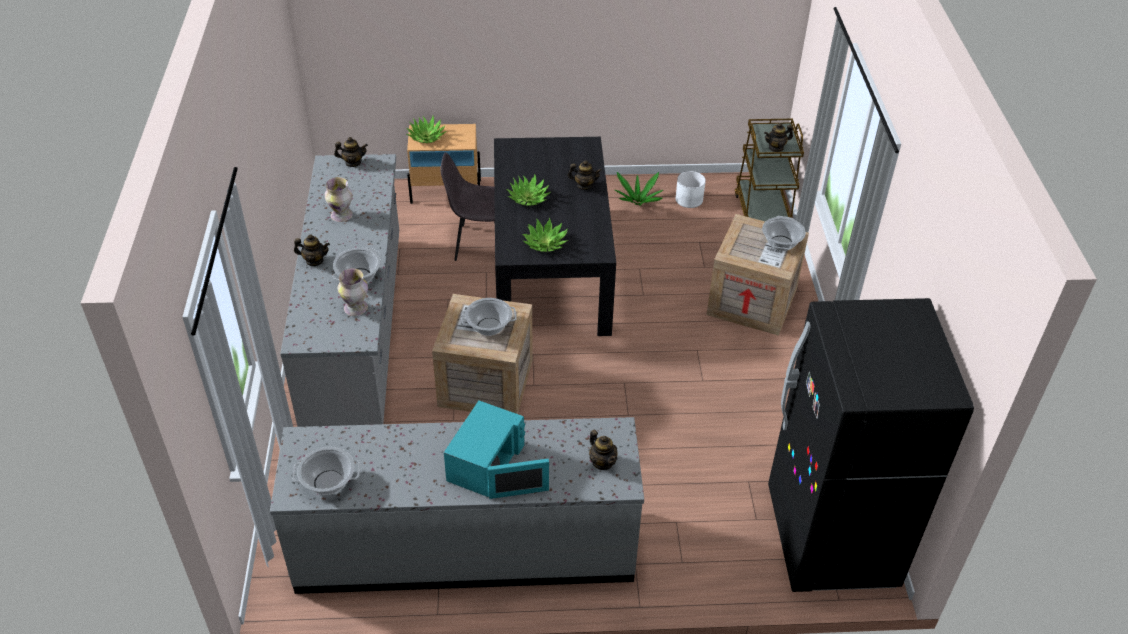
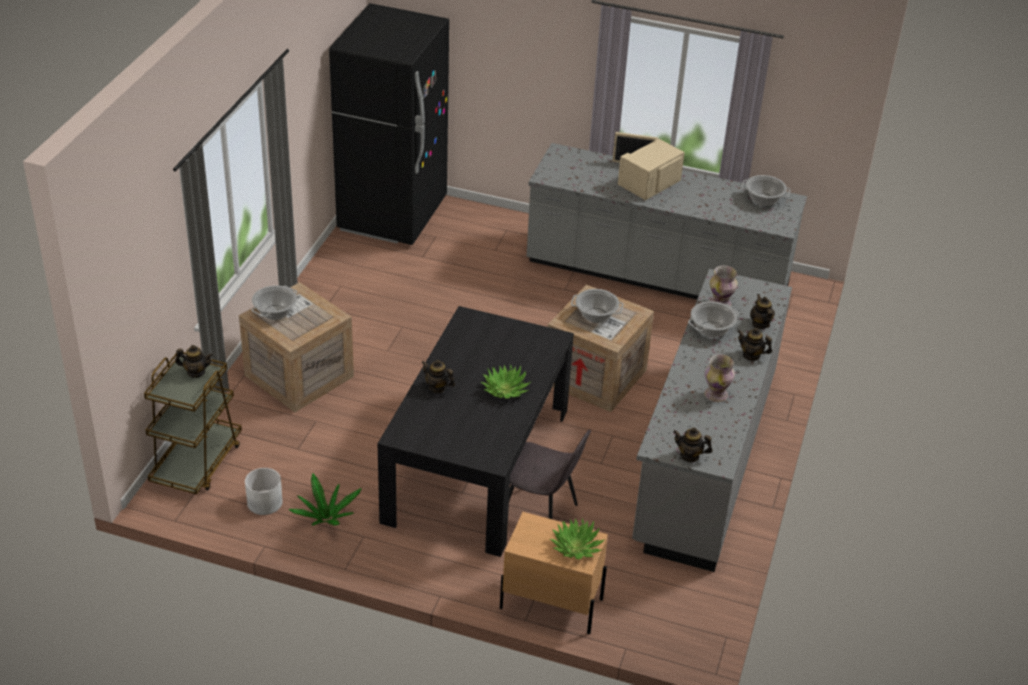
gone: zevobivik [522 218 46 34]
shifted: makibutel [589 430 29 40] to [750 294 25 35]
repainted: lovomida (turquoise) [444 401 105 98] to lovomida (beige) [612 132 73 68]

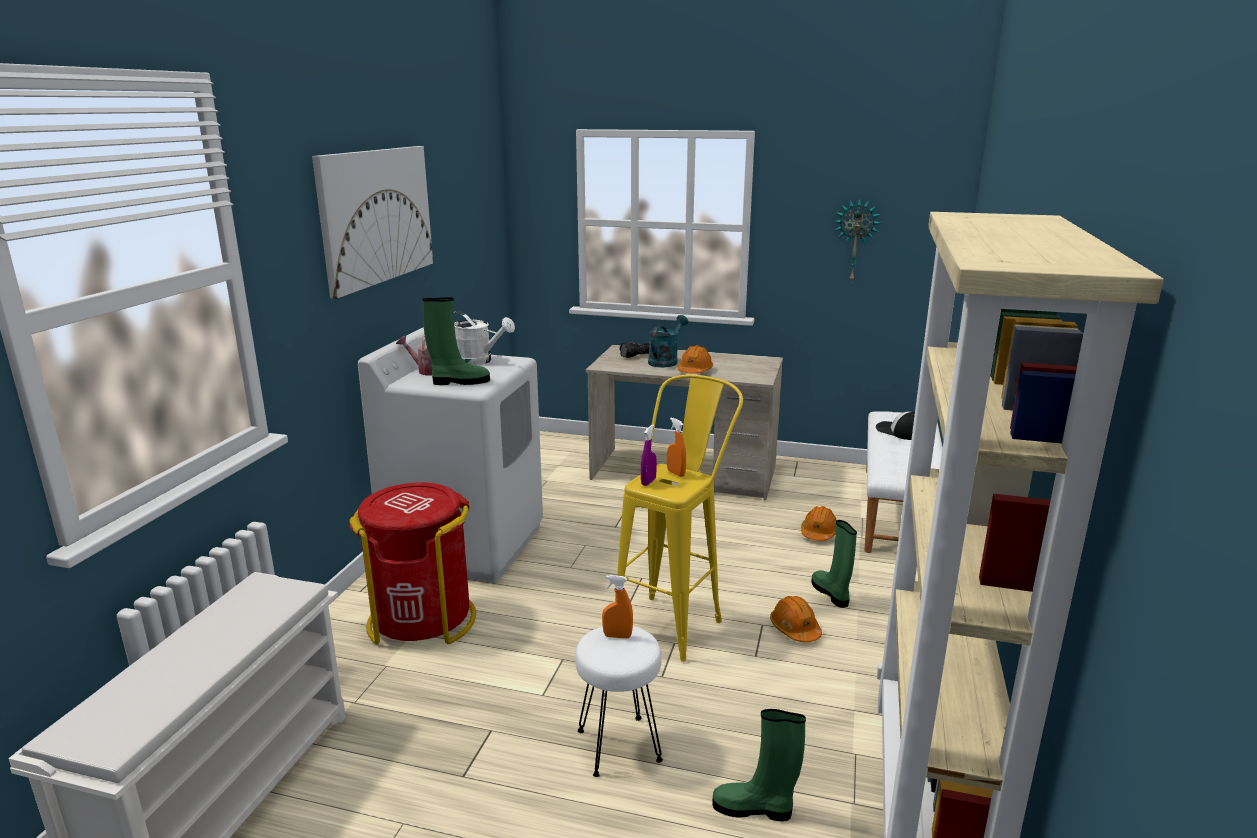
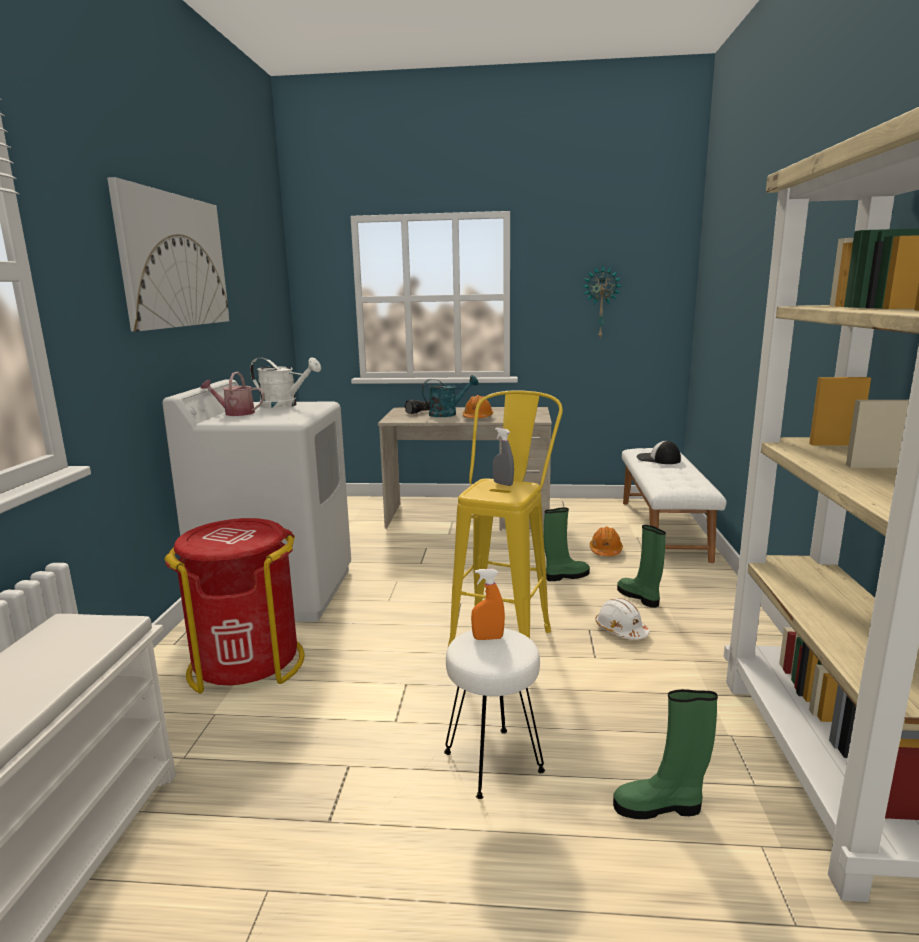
gone: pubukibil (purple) [641 424 16 62]
shifted: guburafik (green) [422 297 68 88] to [544 507 46 74]
repainted: pubukibil (orange) [667 417 19 60] to pubukibil (grey) [493 428 21 58]; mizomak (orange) [770 596 52 46] to mizomak (white) [595 598 55 42]
rotated: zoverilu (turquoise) [648 315 40 53] = [422 375 57 42] 45 degrees clockwise

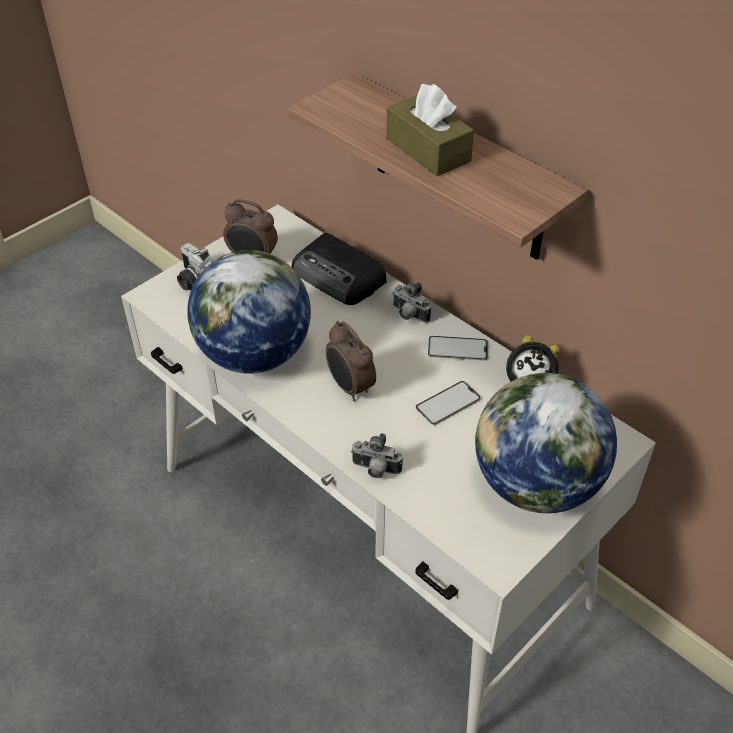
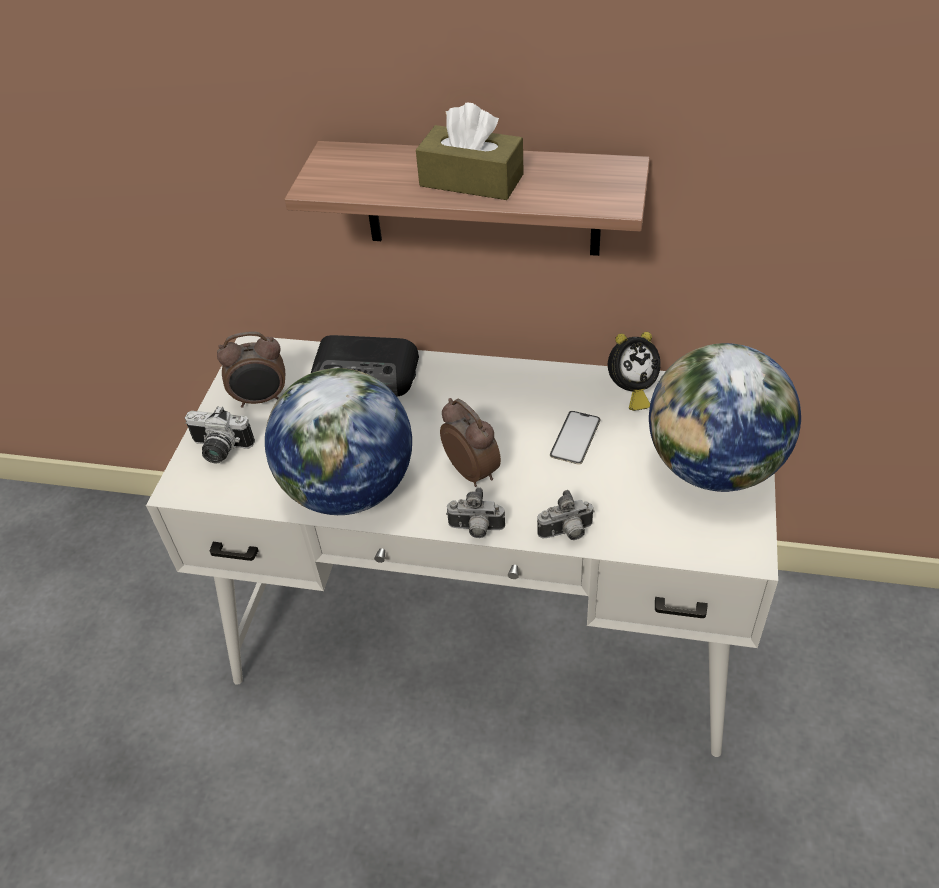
gone: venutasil [428 336 59 25]
shifted: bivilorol [393 282 38 41] to [446 487 59 51]
rotated: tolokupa [326 321 50 80] = [440 398 61 89] 150 degrees counterclockwise

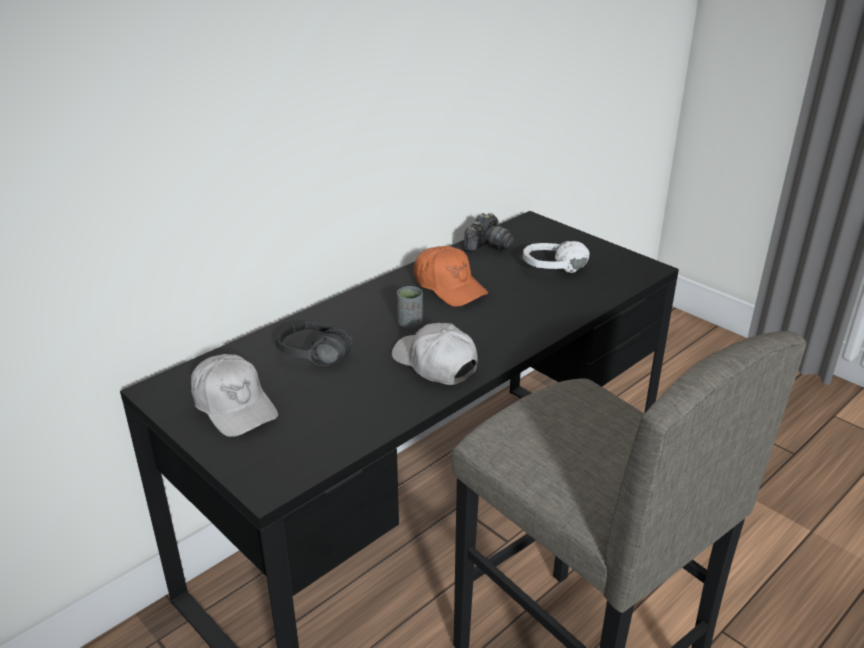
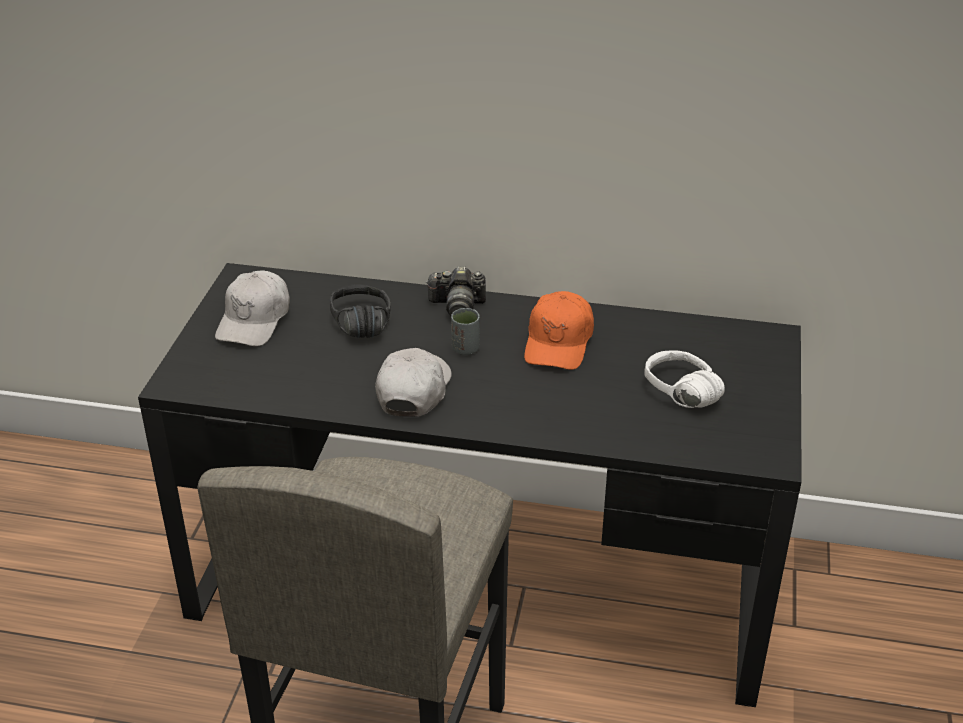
shifted: bivilorol [463 213 51 39] to [426 266 60 50]

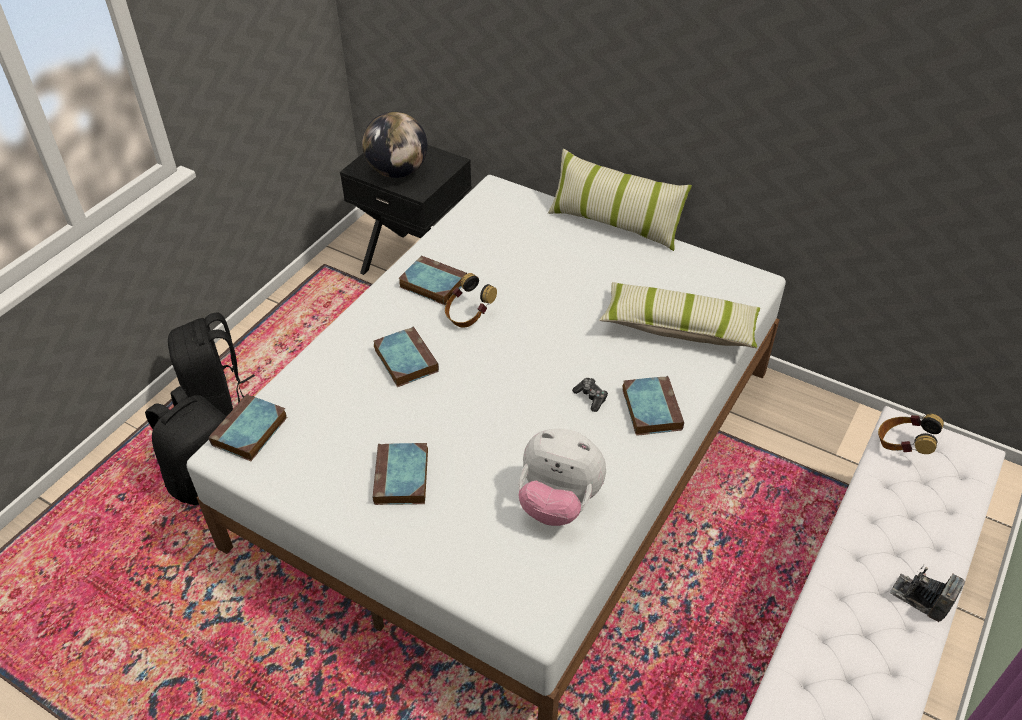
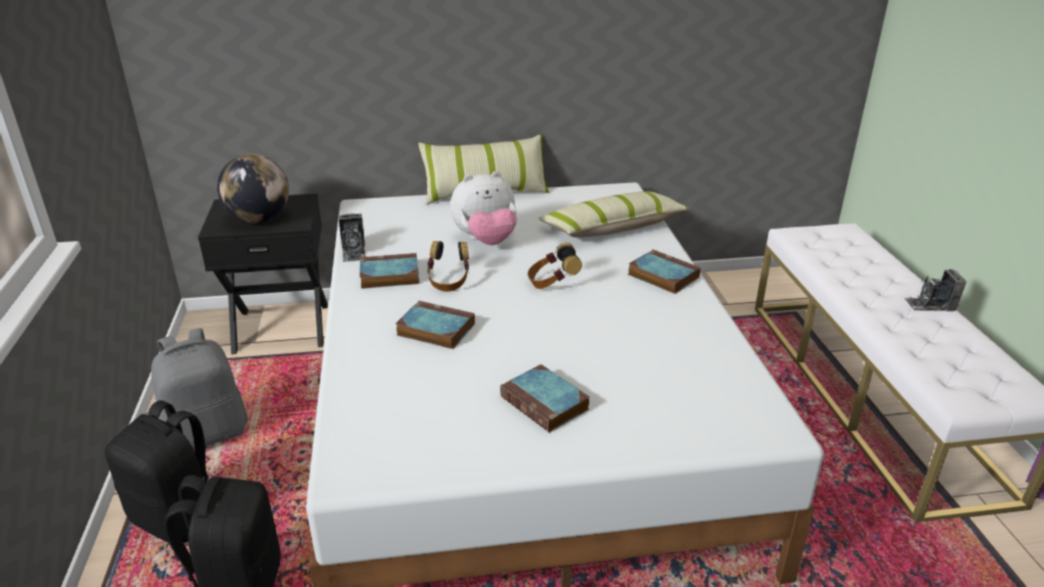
gone: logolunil [208 394 79 67]; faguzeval [572 378 36 34]
new: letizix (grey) [151 328 97 122]; bivilorol [339 213 27 49]
shifted: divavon [518 428 88 98] to [450 171 67 74]; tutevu [878 414 66 40] to [527 243 55 46]

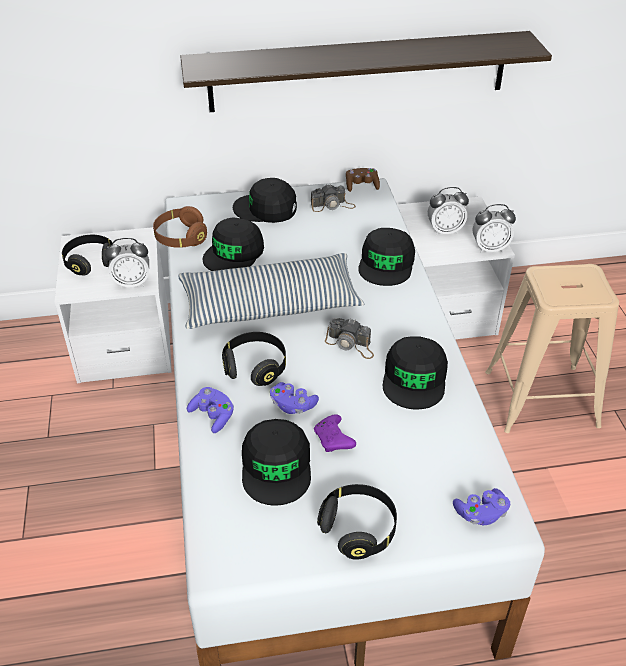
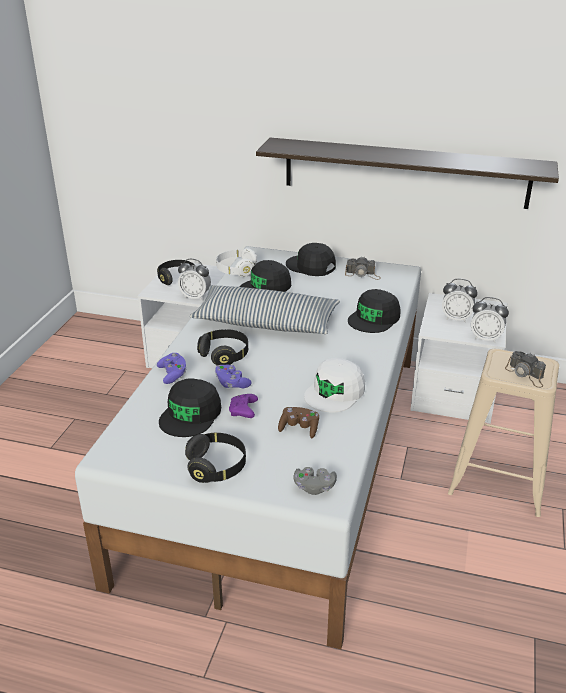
shifted: bivilorol [325 318 49 41] to [505 351 41 37]; faguzeval (brown) [346 168 34 24] to [278 407 41 31]
repainted: tutevu (brown) [153 206 54 42] to tutevu (white) [216 248 41 29]; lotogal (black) [383 336 65 73] to lotogal (white) [304 358 61 55]; faguzeval (purple) [453 488 57 37] to faguzeval (grey) [293 467 44 28]

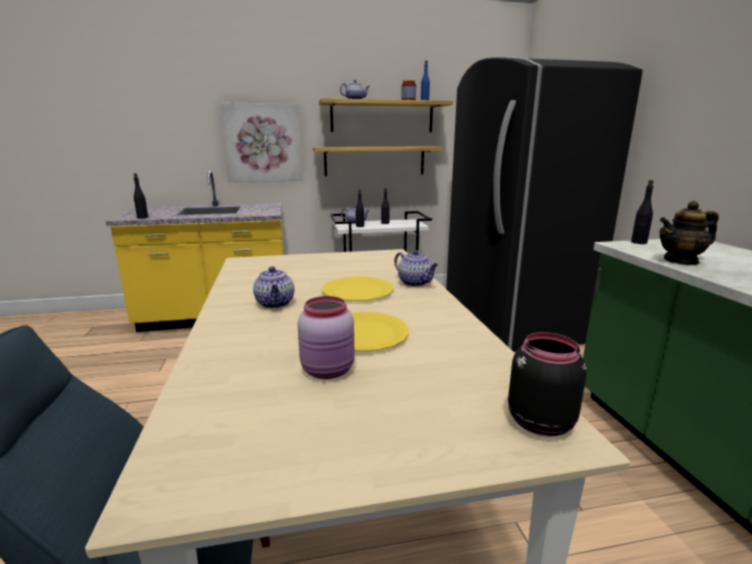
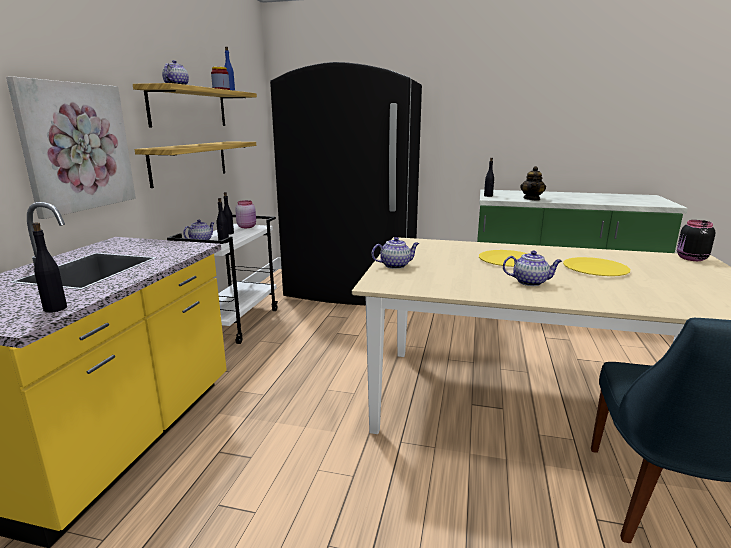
shifted: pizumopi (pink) [298 296 56 83] to [235 200 21 28]; makibutel [394 250 44 37] to [372 237 47 32]

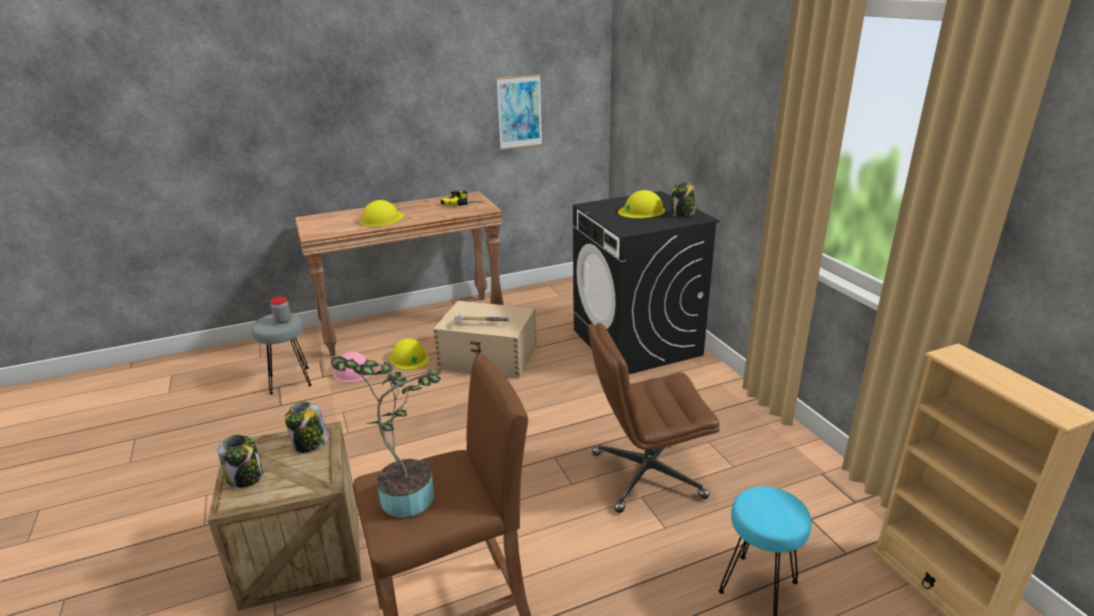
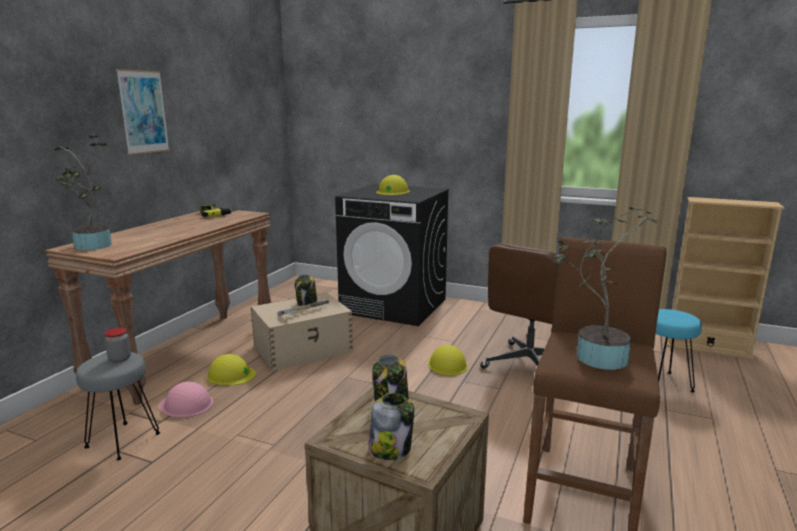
new: zevobivik [53 136 59 114]
shifted: mizomak (yellow) [360 200 44 27] to [428 345 40 31]; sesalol [496 75 46 75] to [116 69 54 86]; pizumopi [671 182 24 35] to [295 274 22 32]

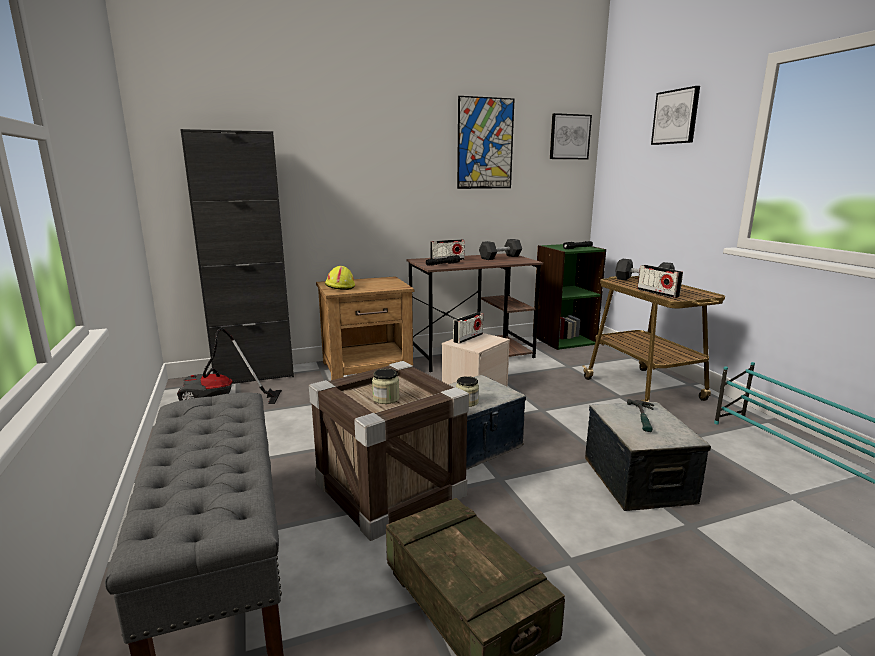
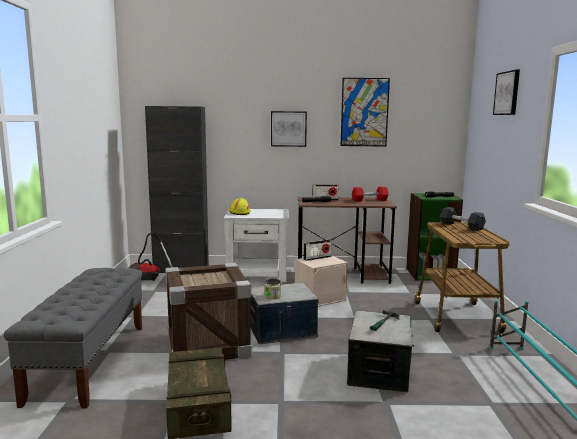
gone: pizumopi [372 368 27 36]; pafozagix [637 265 46 33]
shifted: sesalol [550 113 42 46] to [271 111 36 36]
repainted: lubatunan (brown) [316 276 99 104] to lubatunan (white) [224 209 65 73]; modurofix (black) [479 239 43 21] to modurofix (red) [352 186 37 16]

